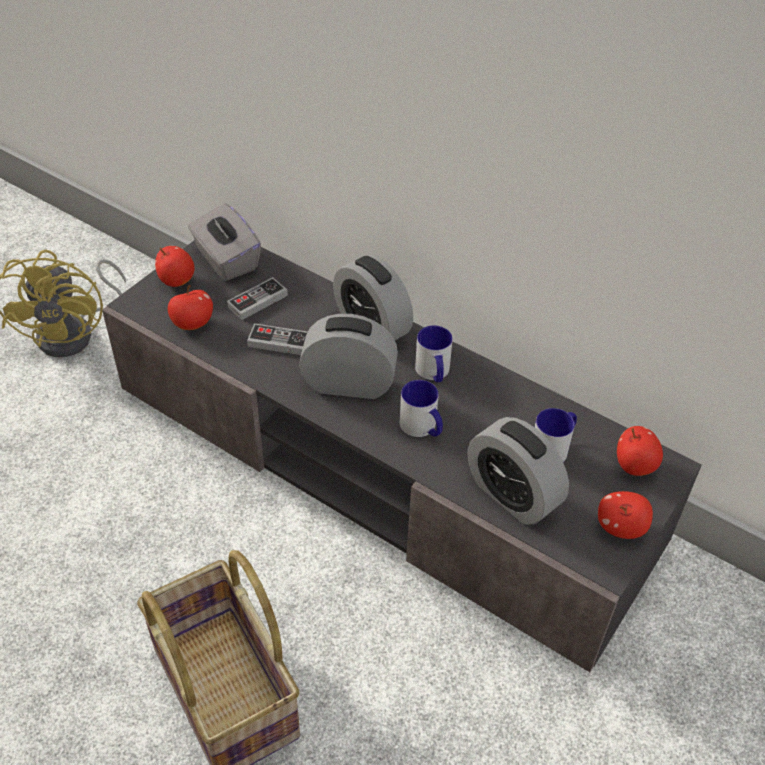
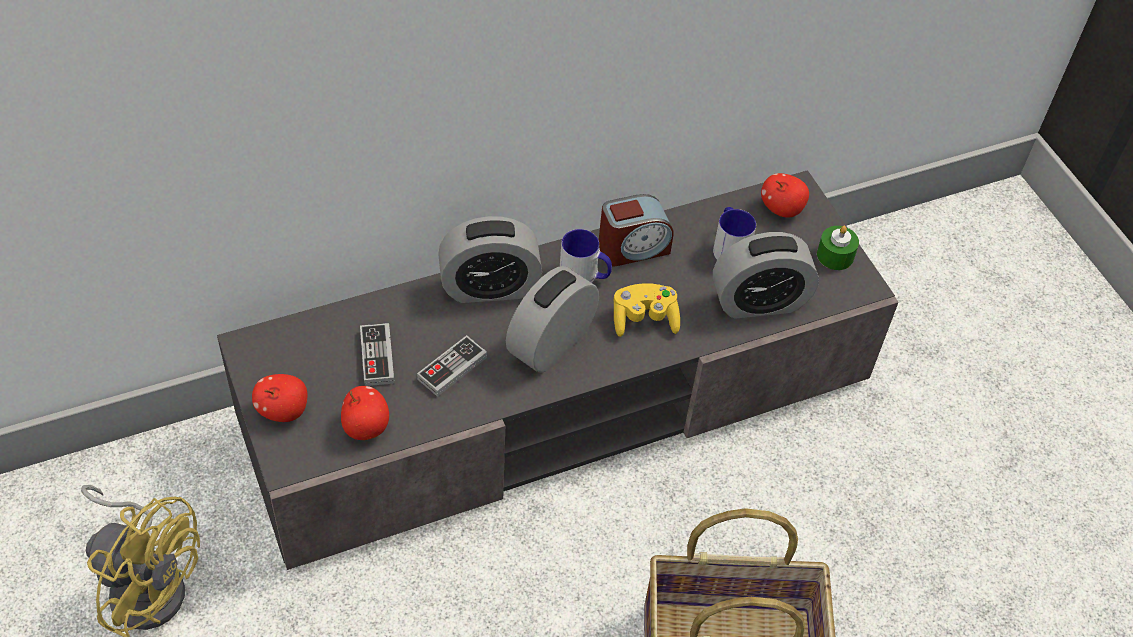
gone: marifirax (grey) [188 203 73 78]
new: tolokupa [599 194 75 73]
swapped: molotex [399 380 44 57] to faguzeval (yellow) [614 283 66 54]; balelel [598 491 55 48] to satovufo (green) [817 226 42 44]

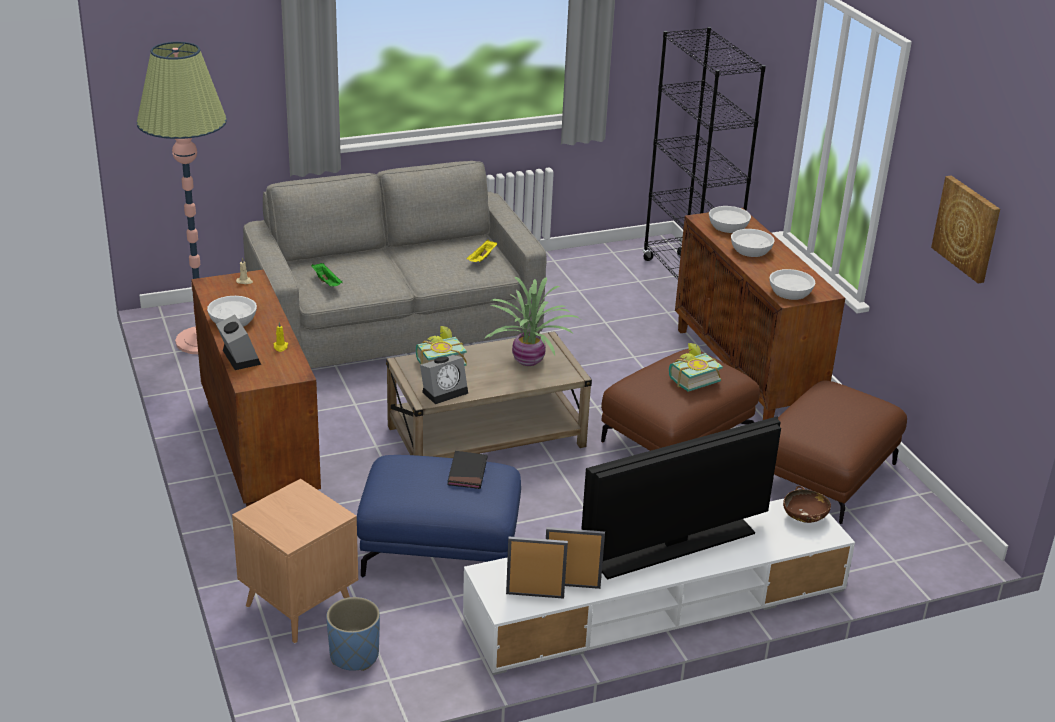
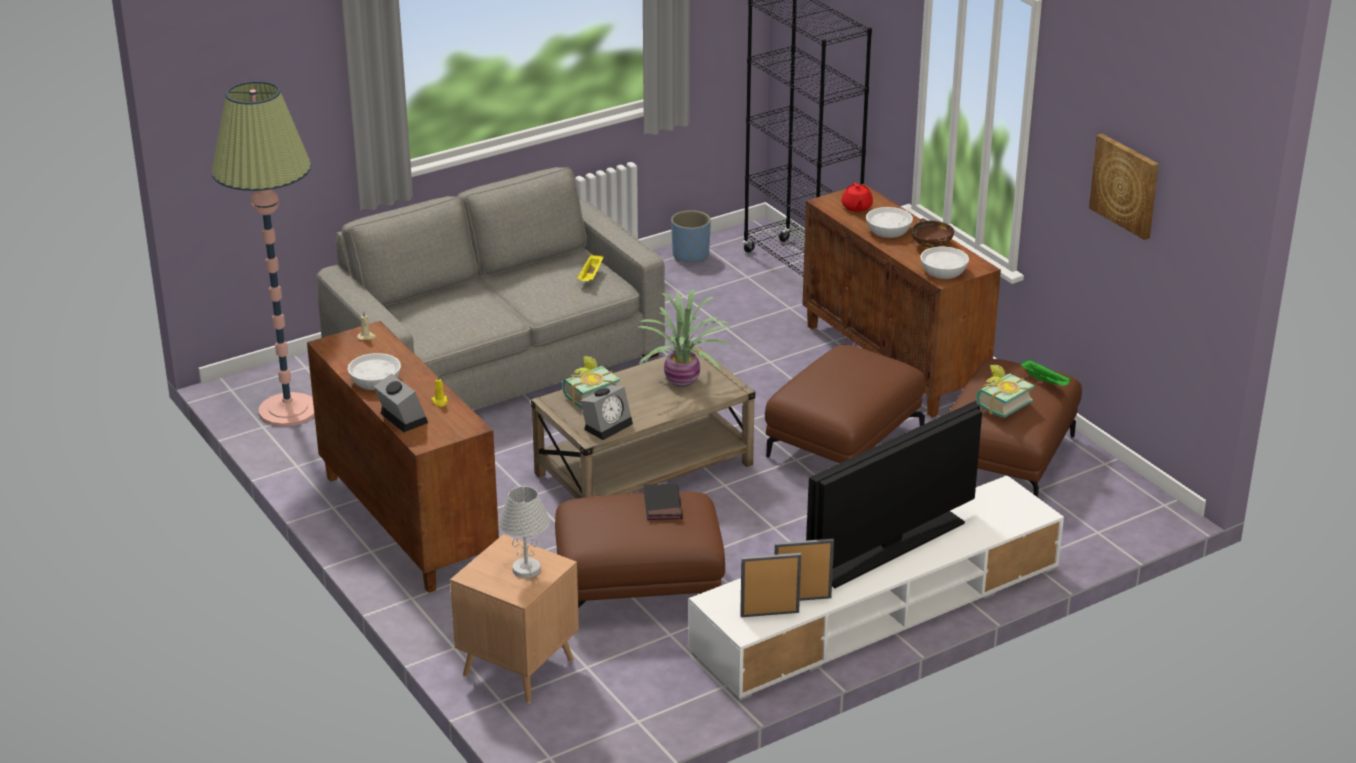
new: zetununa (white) [499 486 51 92]
shifted: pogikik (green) [312 263 31 23] to [1020 360 51 26]; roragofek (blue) [326 597 54 74] to [671 210 40 52]; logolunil [669 343 54 49] to [977 365 57 53]; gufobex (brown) [783 486 48 37] to [911 219 43 29]
swapped: gufobex (white) [709 206 42 27] to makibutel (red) [842 182 31 30]
repainted: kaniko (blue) [357 455 164 122] to kaniko (brown) [555 491 170 117]

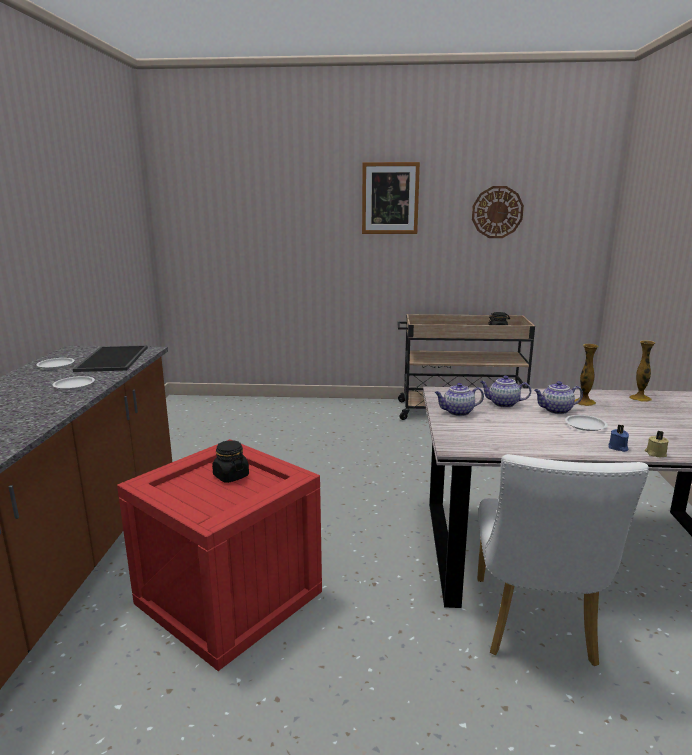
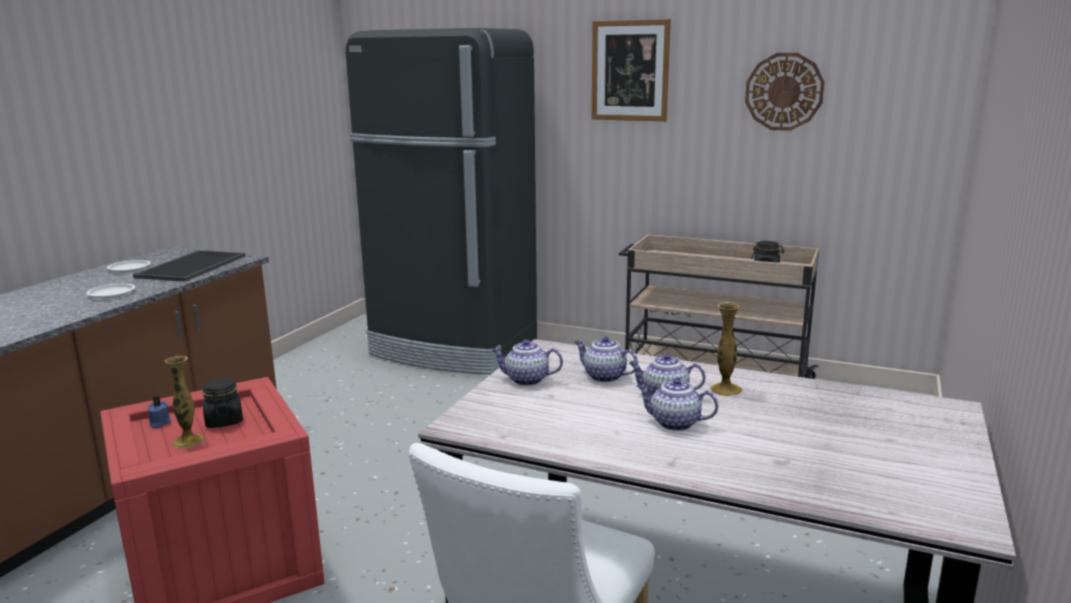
gone: satovufo (beige) [645 431 24 26]
new: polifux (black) [346 28 191 347]
shifted: satovufo (blue) [608 425 21 27] to [148 396 23 32]; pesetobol [629 340 26 62] to [165 356 40 92]
swapped: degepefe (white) [565 415 43 16] to makibutel [637 378 81 53]

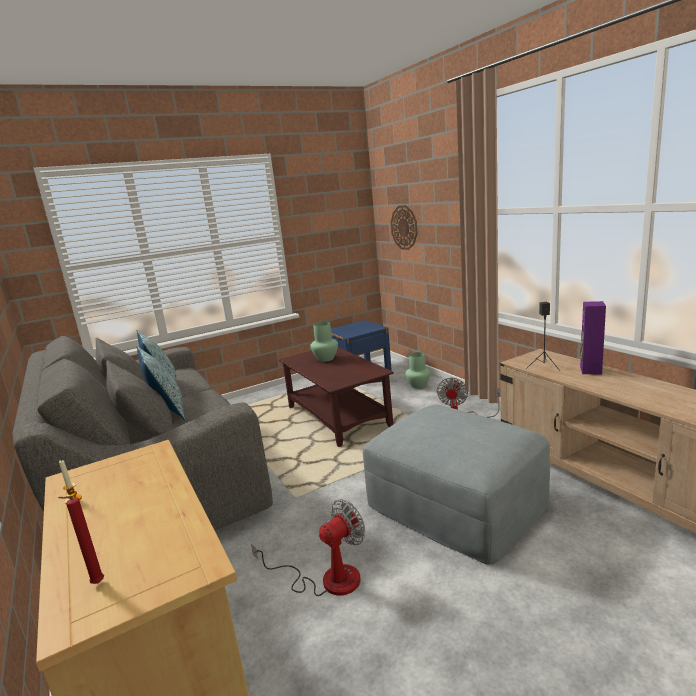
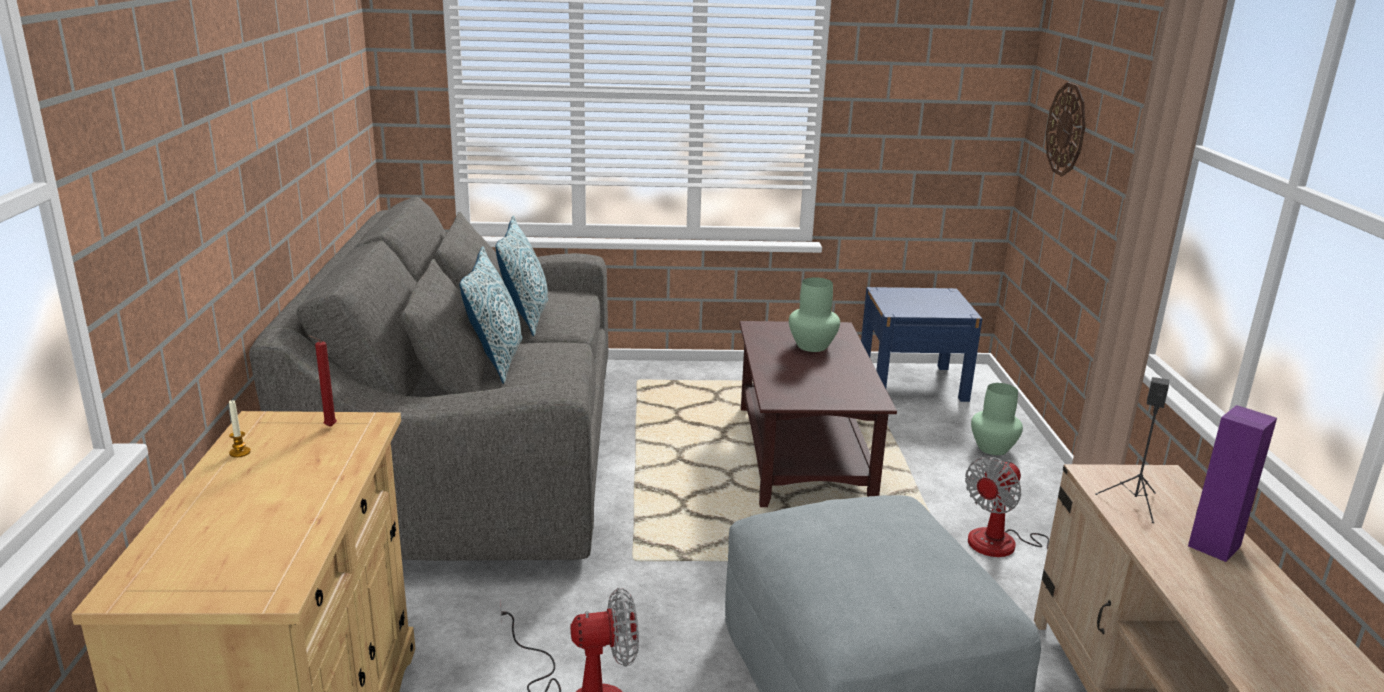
shifted: satovufo (red) [58 497 46 87] to [309 335 28 92]

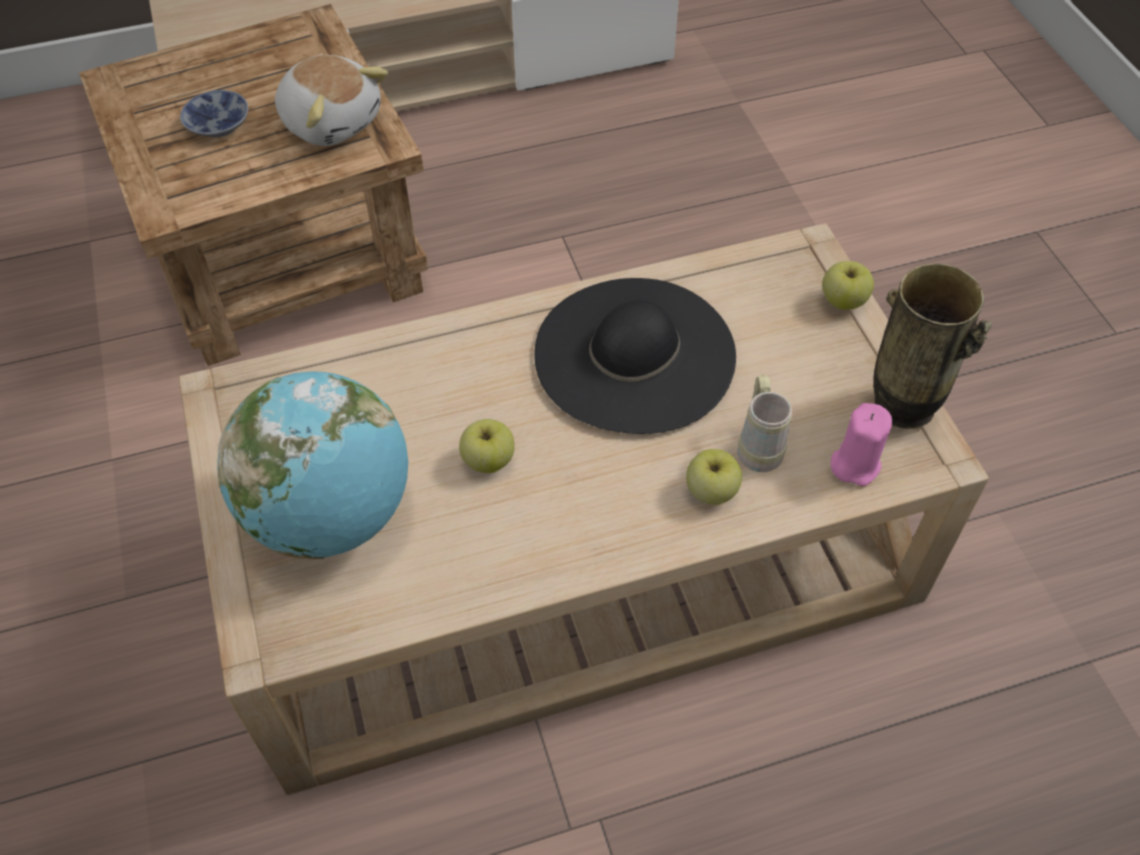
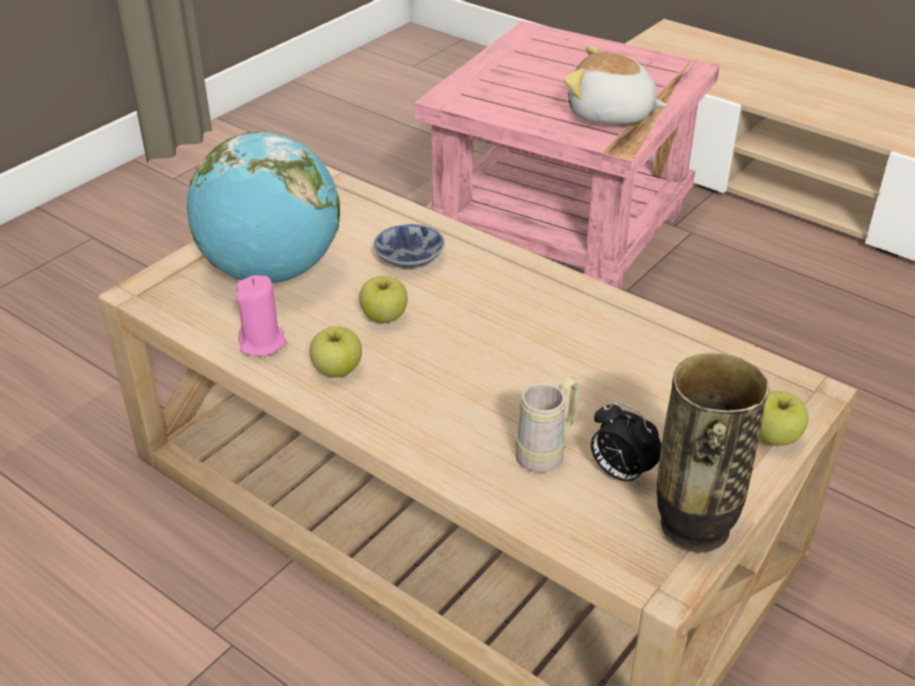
gone: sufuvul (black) [534 278 202 156]
new: tolokupa [591 401 70 85]
shifted: gufobex [180 90 68 47] to [374 224 71 45]; balelel [686 449 56 56] to [310 327 52 50]; satovufo (pink) [831 403 61 83] to [236 275 51 81]
repainted: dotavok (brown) [79 4 349 362] to dotavok (pink) [414 21 306 268]
rotated: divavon [275 55 113 91] = [564 46 103 79] 105 degrees clockwise

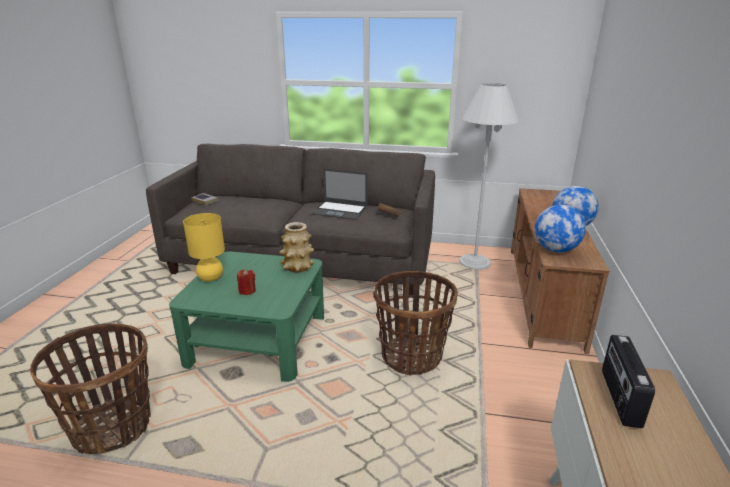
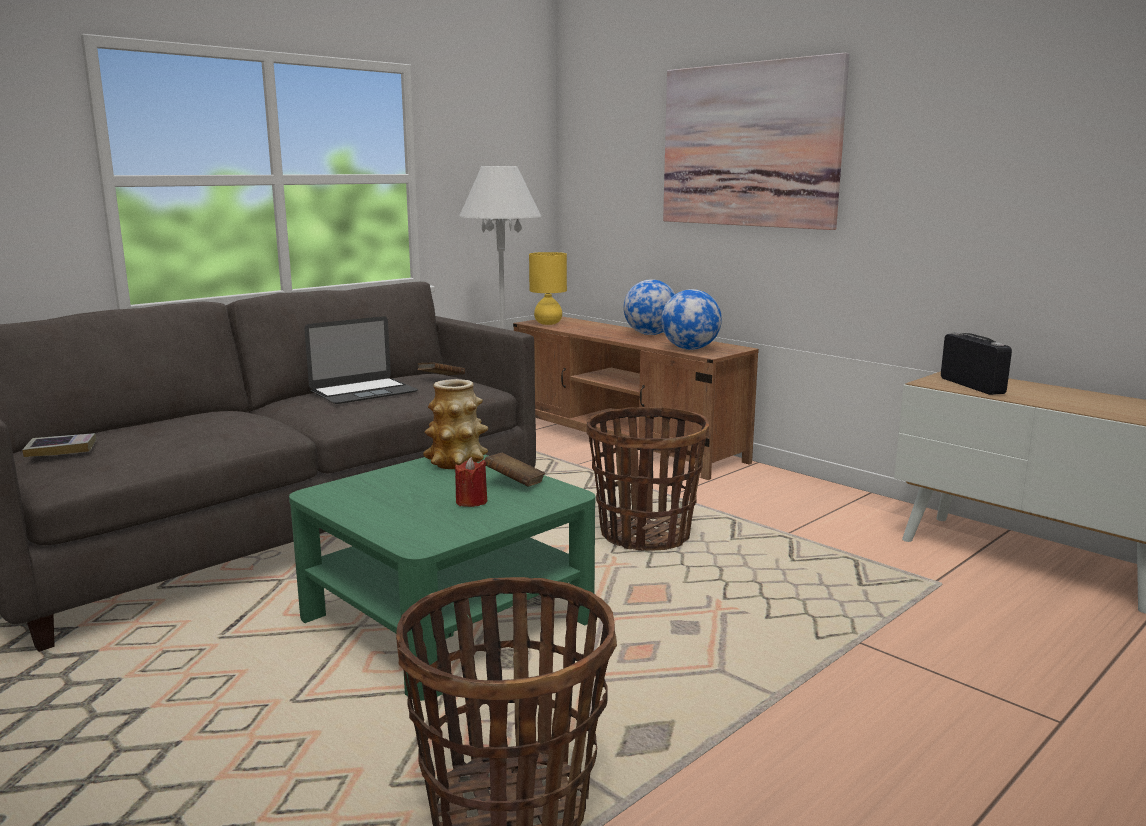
new: logolunil (brown) [485 453 60 33]; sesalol [663 53 187 177]
shifted: zetununa (yellow) [183 213 42 68] to [529 252 38 73]
rotated: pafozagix [602 335 53 93] = [941 332 71 63] 150 degrees counterclockwise

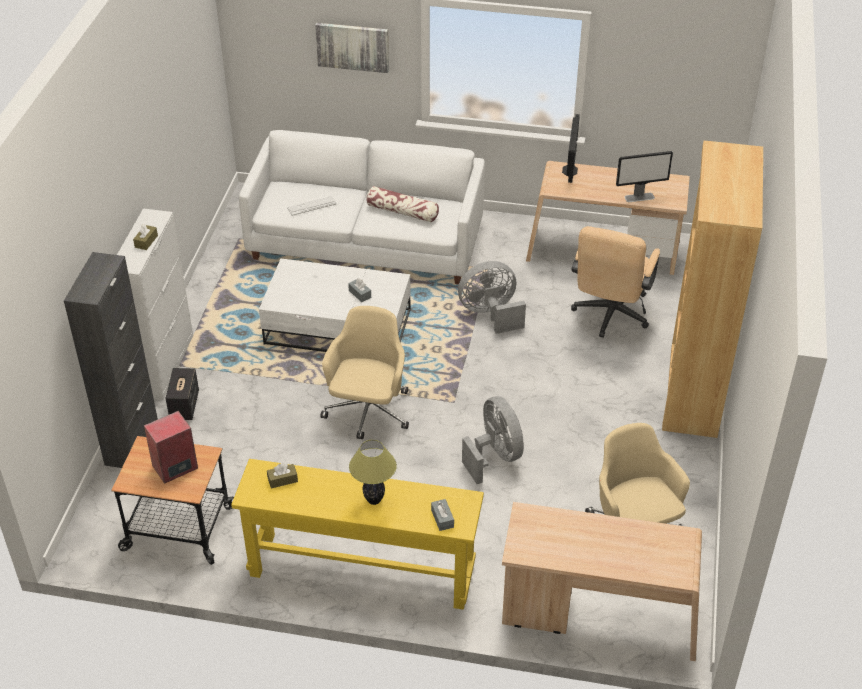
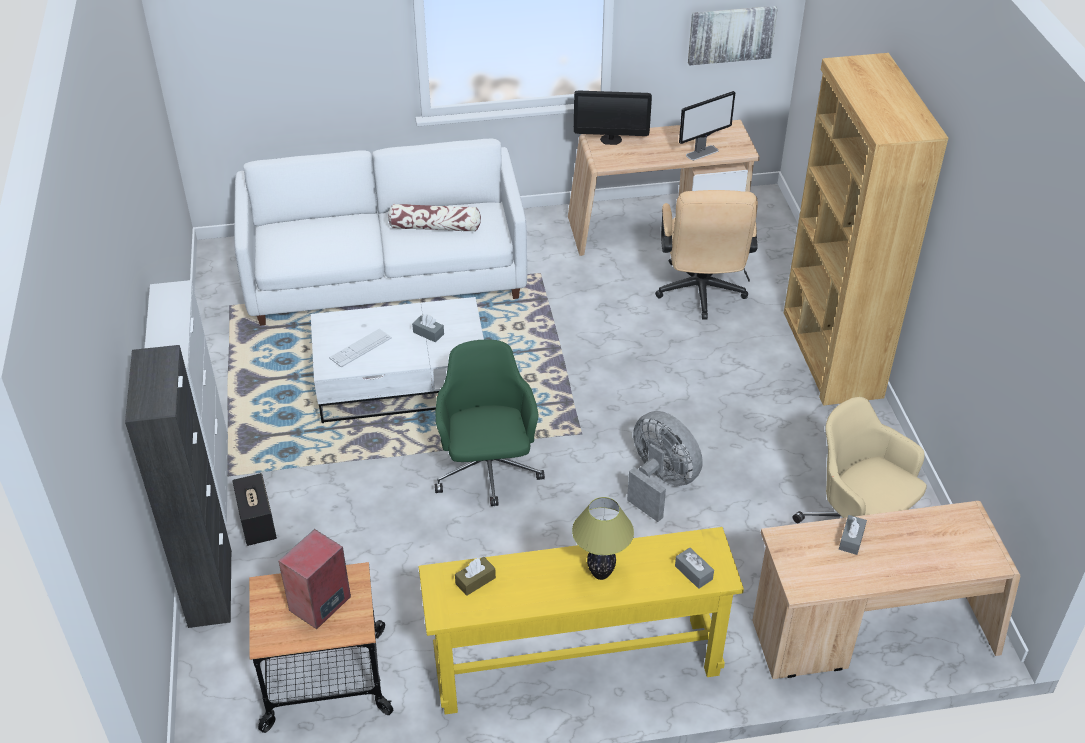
gone: marifirax (brown) [133 224 25 26]; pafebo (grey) [458 261 68 73]
new: marifirax (grey) [839 515 28 40]
shifted: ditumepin [287 196 50 20] to [329 328 63 39]; sesalol [315 23 74 50] to [688 6 90 59]
repainted: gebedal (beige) [321 306 88 133] to gebedal (green) [435 340 110 166]
rotated: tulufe [562 114 18 69] = [574 91 78 54] 105 degrees clockwise

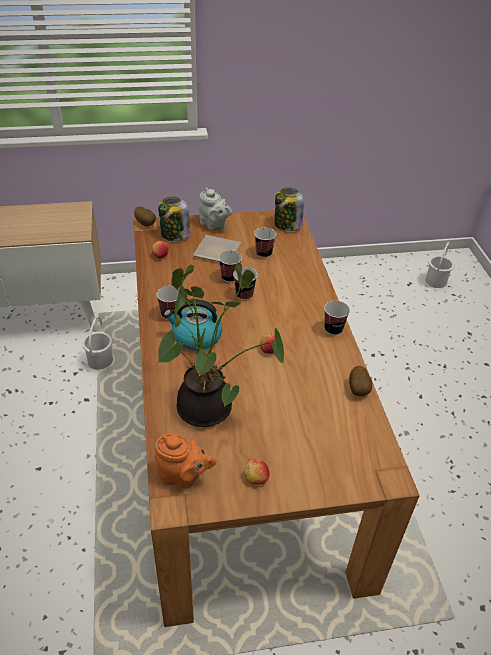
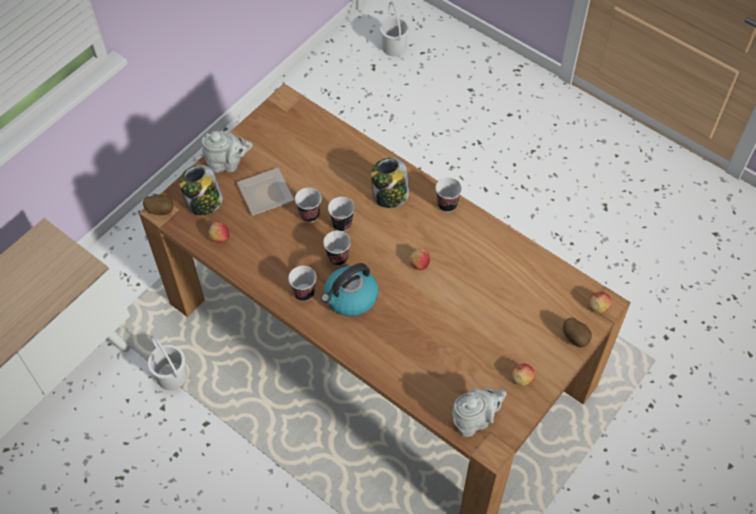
gone: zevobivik [157 263 128 164]
new: balelel [589 292 23 21]
shifted: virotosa [254 227 22 31] to [323 231 28 35]; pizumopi [274 188 30 43] to [371 158 38 50]; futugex [349 366 23 30] to [563 318 29 30]
repainted: makibutel (orange) [155 434 62 55] to makibutel (grey) [452 388 55 49]

